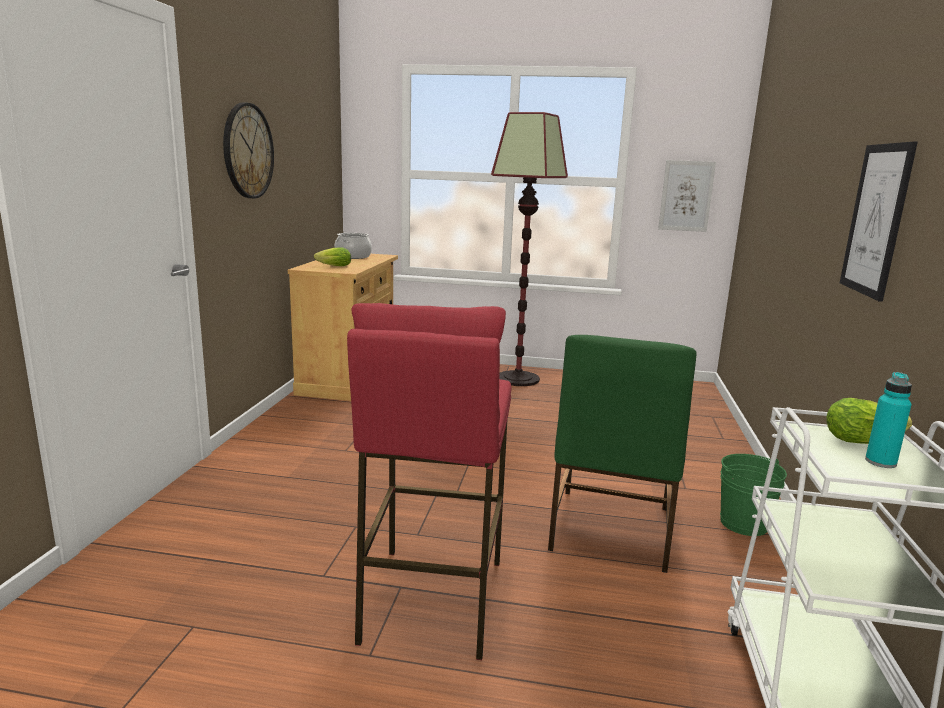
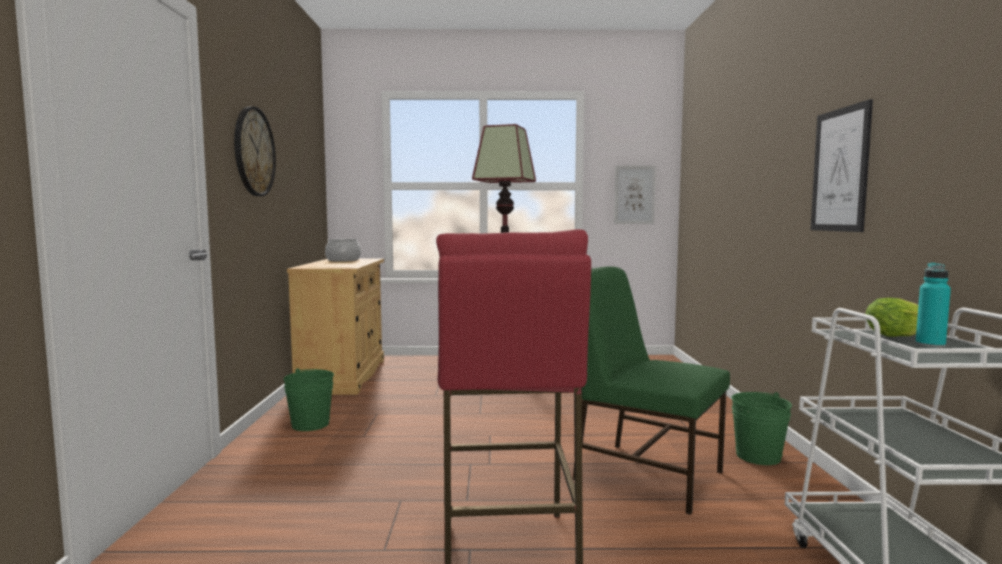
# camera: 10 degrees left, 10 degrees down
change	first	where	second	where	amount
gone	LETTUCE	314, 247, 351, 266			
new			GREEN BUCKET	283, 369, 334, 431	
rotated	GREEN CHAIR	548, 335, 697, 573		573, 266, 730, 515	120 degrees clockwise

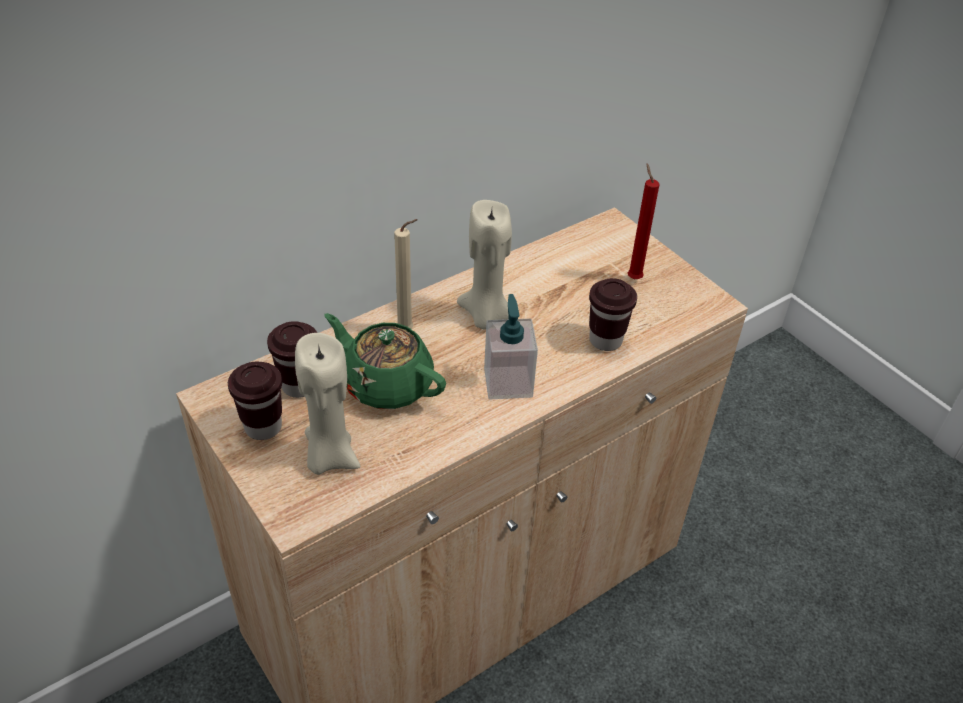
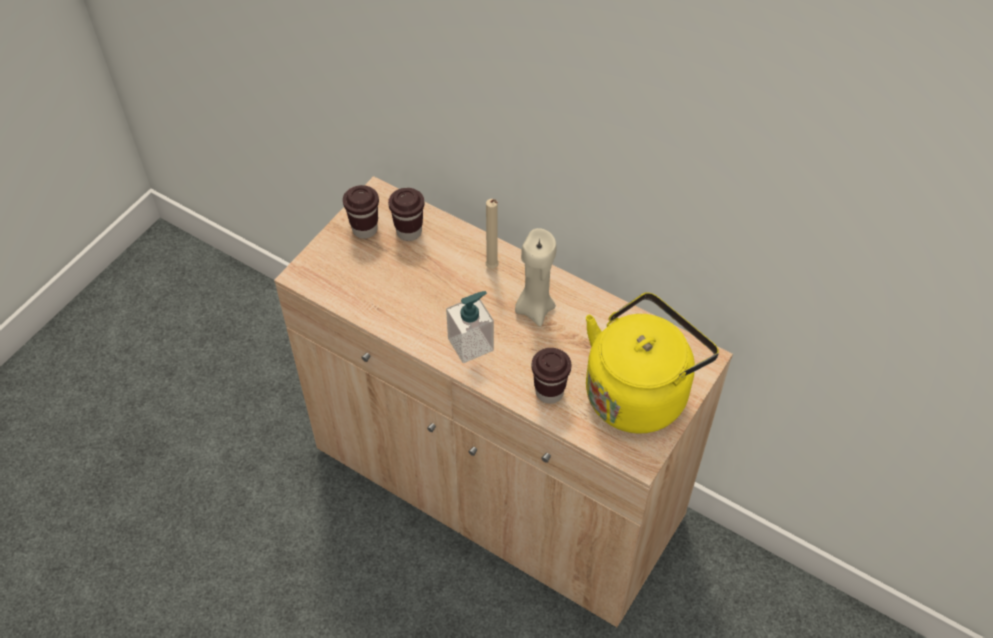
# camera: 70 degrees right, 10 degrees up
change	first	where	second	where	amount
gone	BEIGE CANDLE	295, 333, 360, 475			
gone	GREEN TEAPOT	325, 313, 446, 409			
swapped	RED CANDLE	628, 164, 660, 279	YELLOW KETTLE	586, 292, 719, 434	

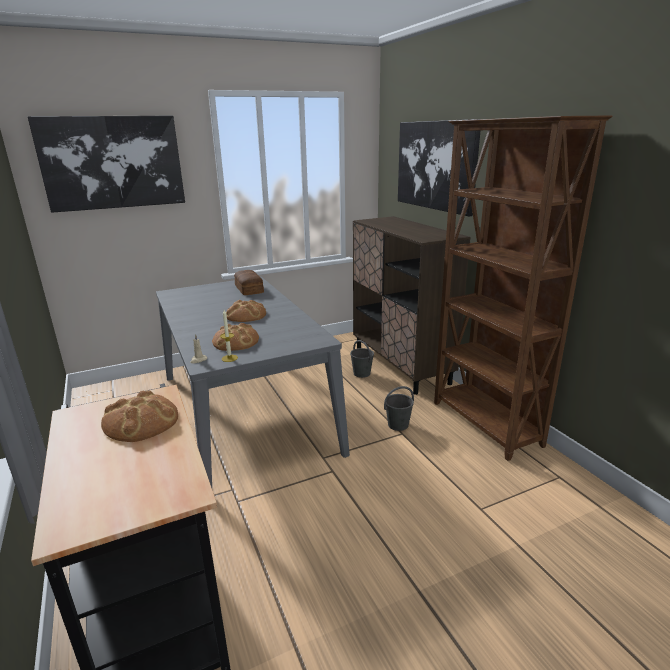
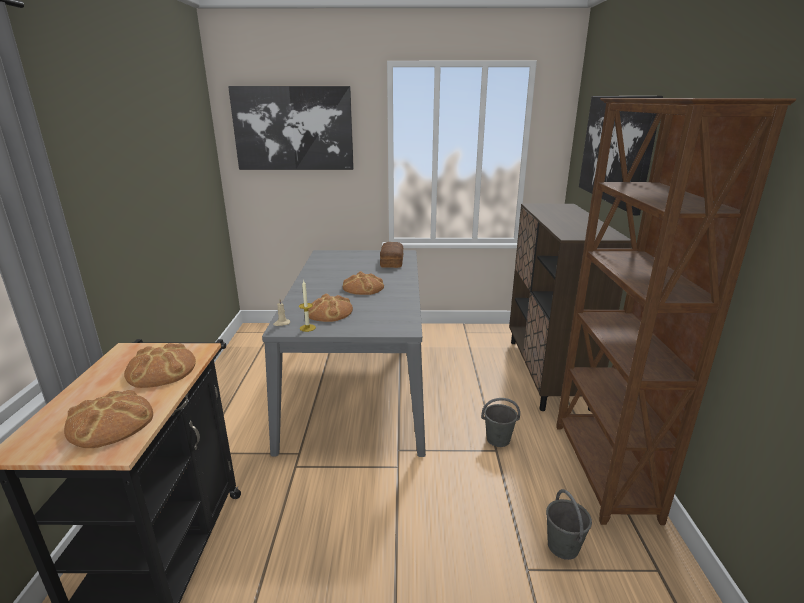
# camera: 25 degrees right, 0 degrees up
change	first	where	second	where	amount
new			BREAD	64, 390, 153, 448	
shifted	GREY BUCKET	350, 340, 374, 378		546, 489, 592, 560	

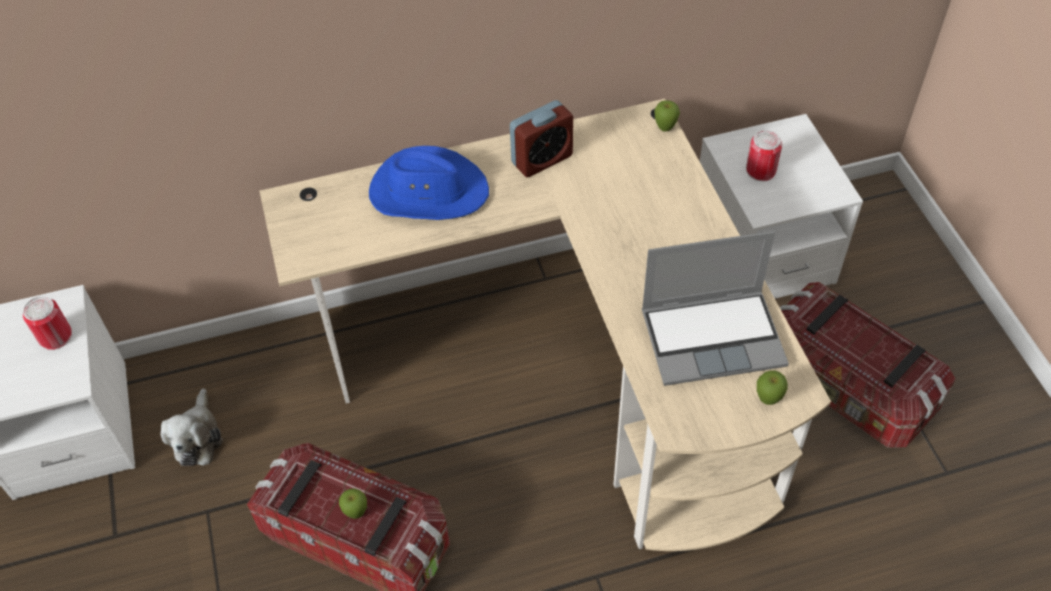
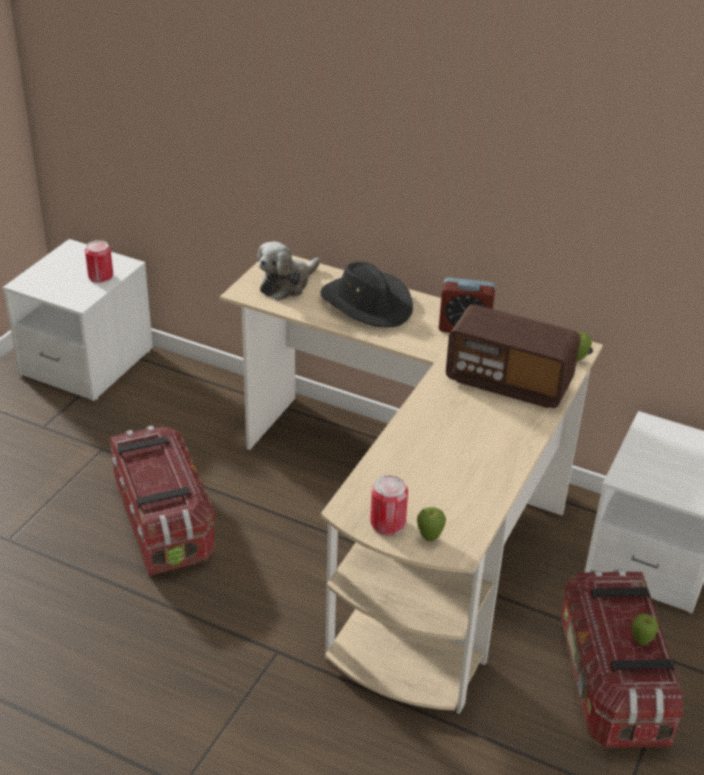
# camera: 40 degrees right, 15 degrees down
change	first	where	second	where	amount
gone	LAPTOP	642, 231, 789, 386			
new			RADIO	446, 304, 581, 408	
shifted	PLUSH TOY	161, 388, 223, 466		257, 242, 320, 301	
shifted	APPLE	339, 488, 367, 519		632, 614, 659, 645	
shifted	CAN	746, 130, 782, 181		370, 475, 408, 535	
repainted	BLUE HAT	369, 146, 489, 220	BLACK HAT	320, 262, 413, 328	

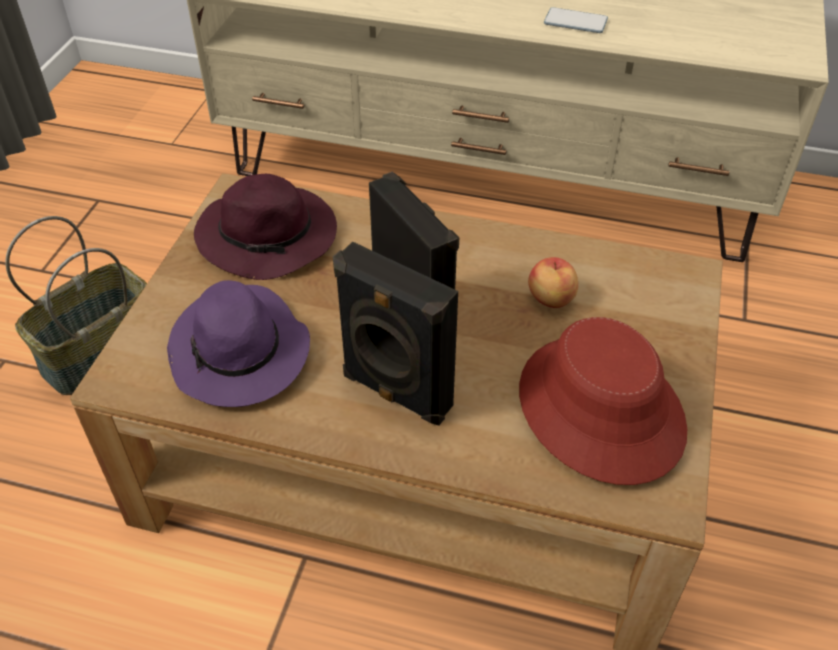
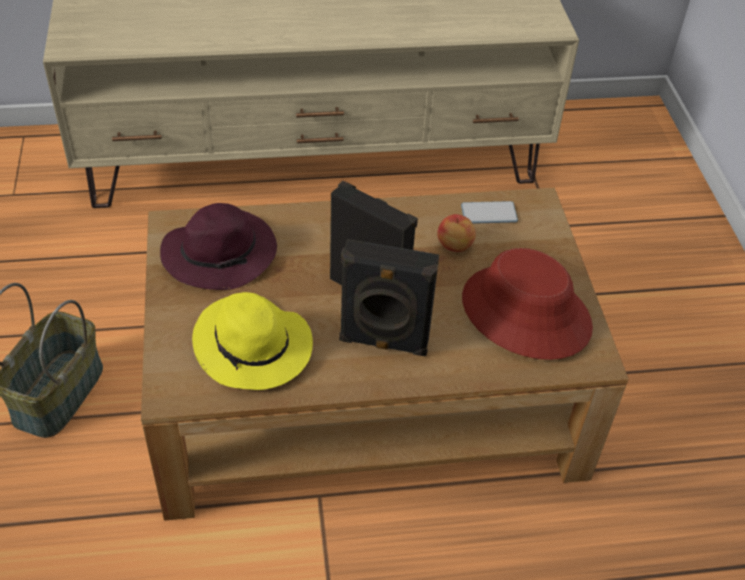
# camera: 25 degrees left, 0 degrees up
change	first	where	second	where	amount
shifted	PHONE	544, 7, 608, 33		461, 201, 518, 224	
repainted	PURPLE HAT	167, 280, 310, 407	YELLOW HAT	192, 292, 313, 390	

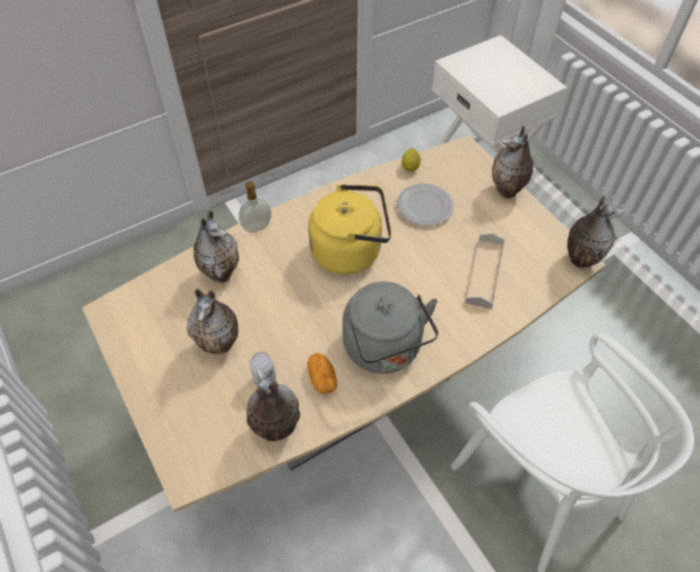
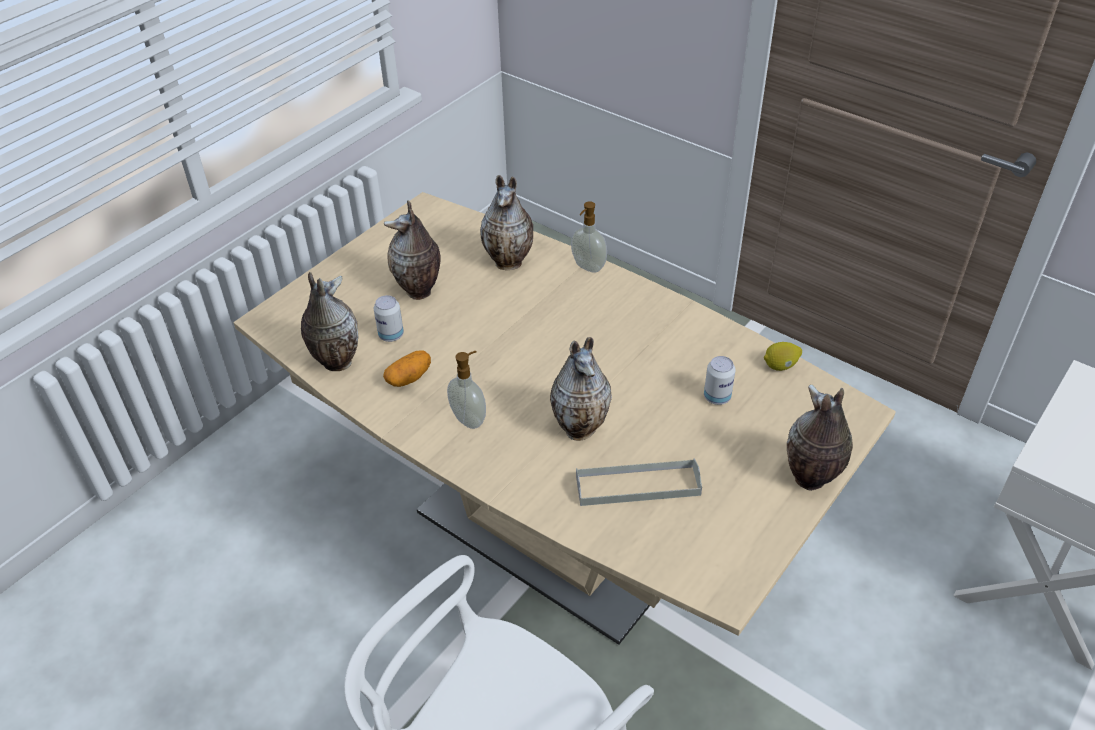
# camera: 70 degrees right, 10 degrees down
change	first	where	second	where	amount
gone	YELLOW KETTLE	308, 184, 391, 275			
shifted	VASE	567, 195, 625, 269		550, 337, 612, 441	
swapped	GREY KETTLE	342, 282, 439, 374	SOAP DISPENSER	447, 351, 486, 429	
swapped	PLATE	397, 184, 454, 226	CAN	704, 356, 736, 405	

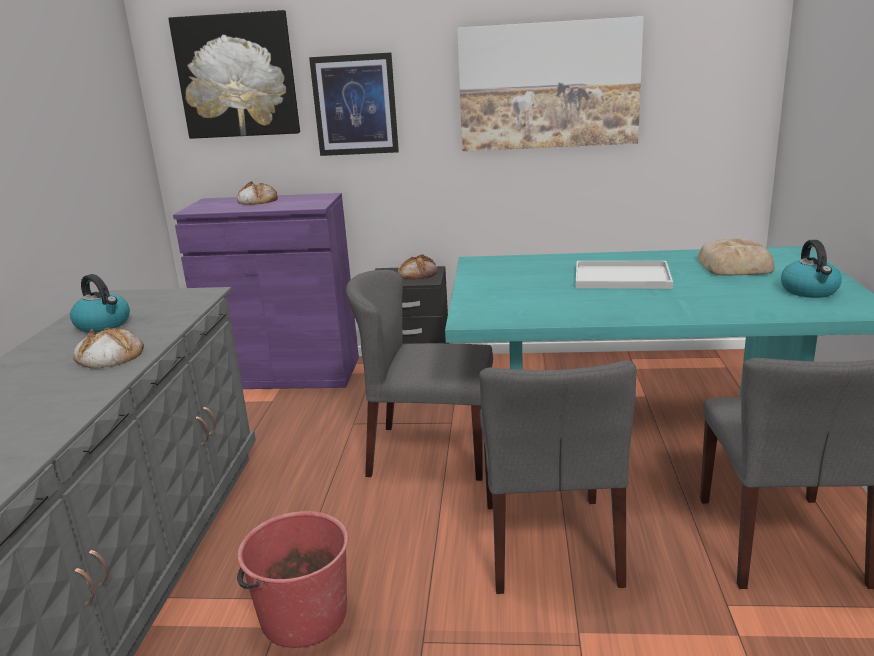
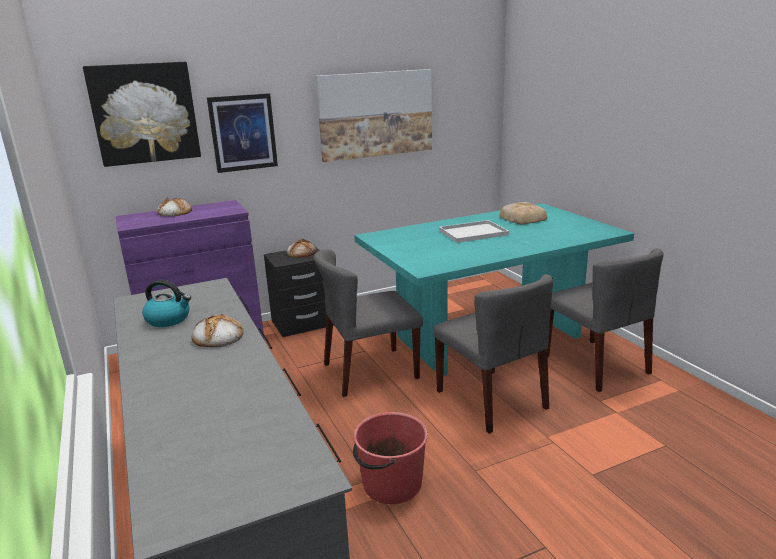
# camera: 30 degrees left, 0 degrees up
change	first	where	second	where	amount
gone	KETTLE	781, 240, 842, 298			

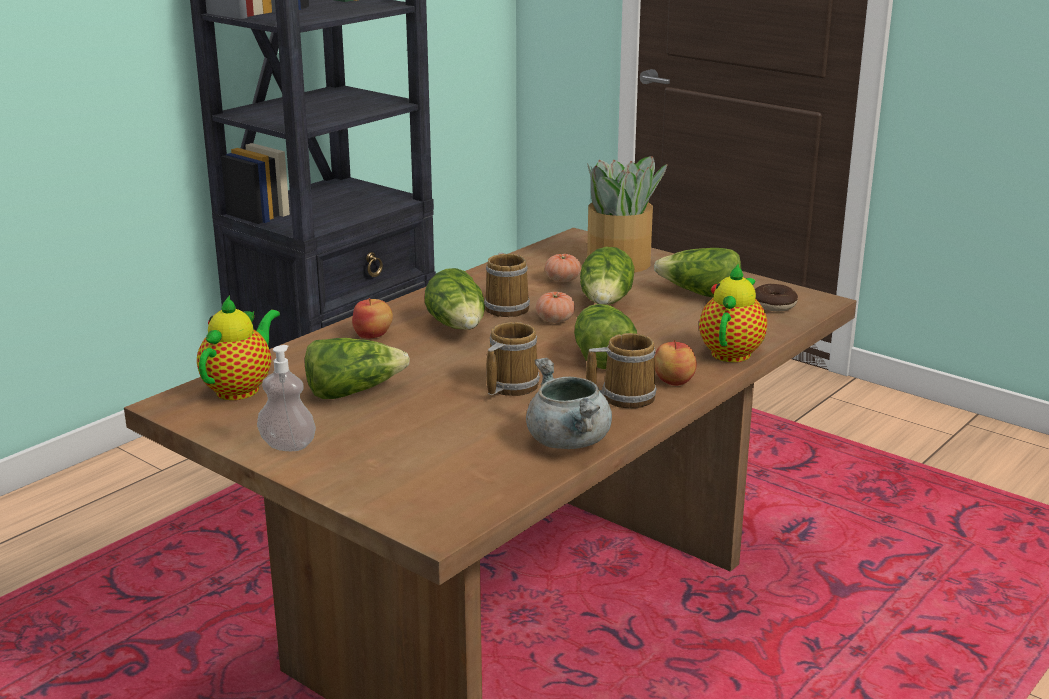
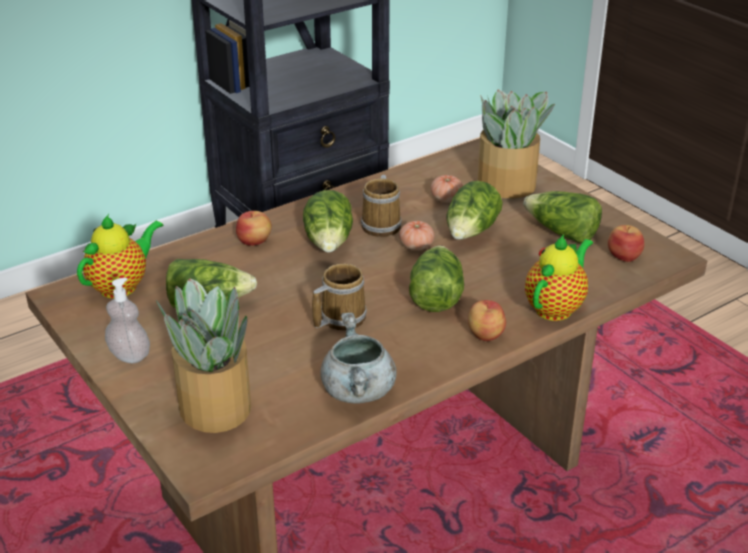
# camera: 15 degrees right, 10 degrees up
change	first	where	second	where	amount
gone	MUG	586, 333, 657, 408			
new			POTTED PLANT	156, 279, 251, 433	
swapped	DONUT	755, 284, 798, 311	APPLE	608, 225, 644, 262	

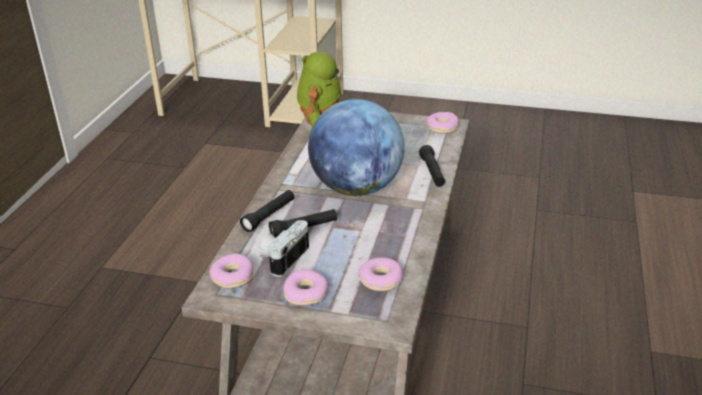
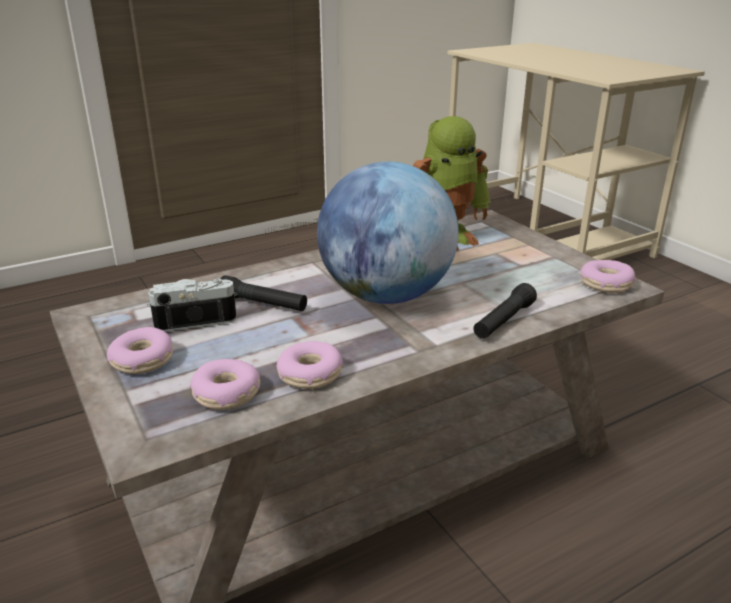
# camera: 45 degrees right, 5 degrees down
change	first	where	second	where	amount
gone	BLACK FLASHLIGHT	240, 190, 295, 232			
shifted	DONUT	209, 254, 254, 288		277, 341, 343, 389	

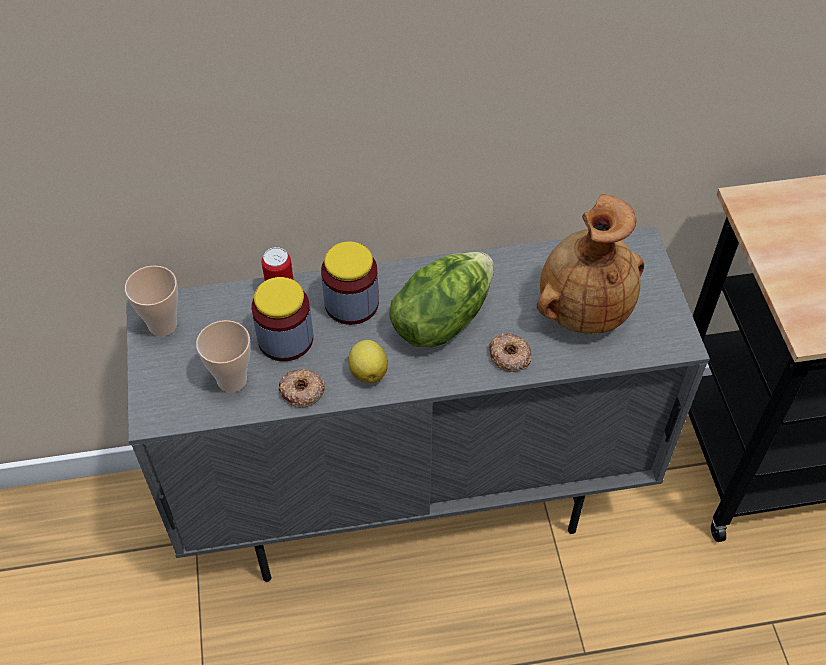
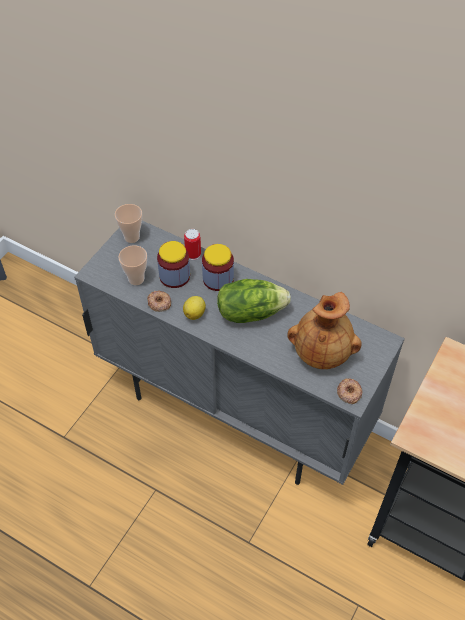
# camera: 40 degrees right, 0 degrees up
change	first	where	second	where	amount
shifted	DONUT	489, 333, 531, 372		337, 378, 363, 404	

